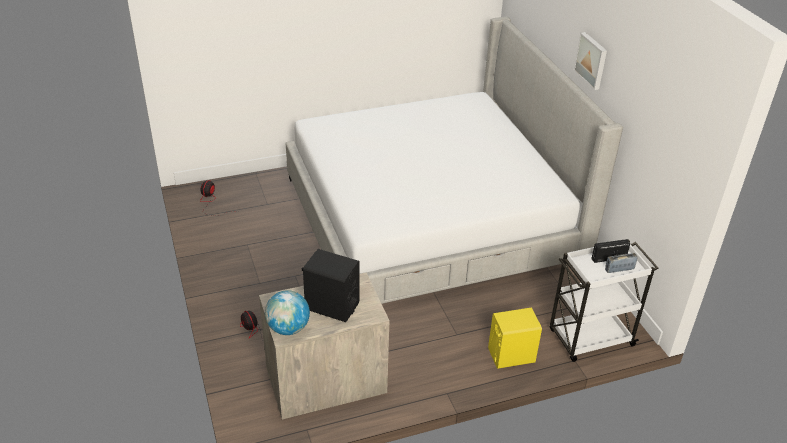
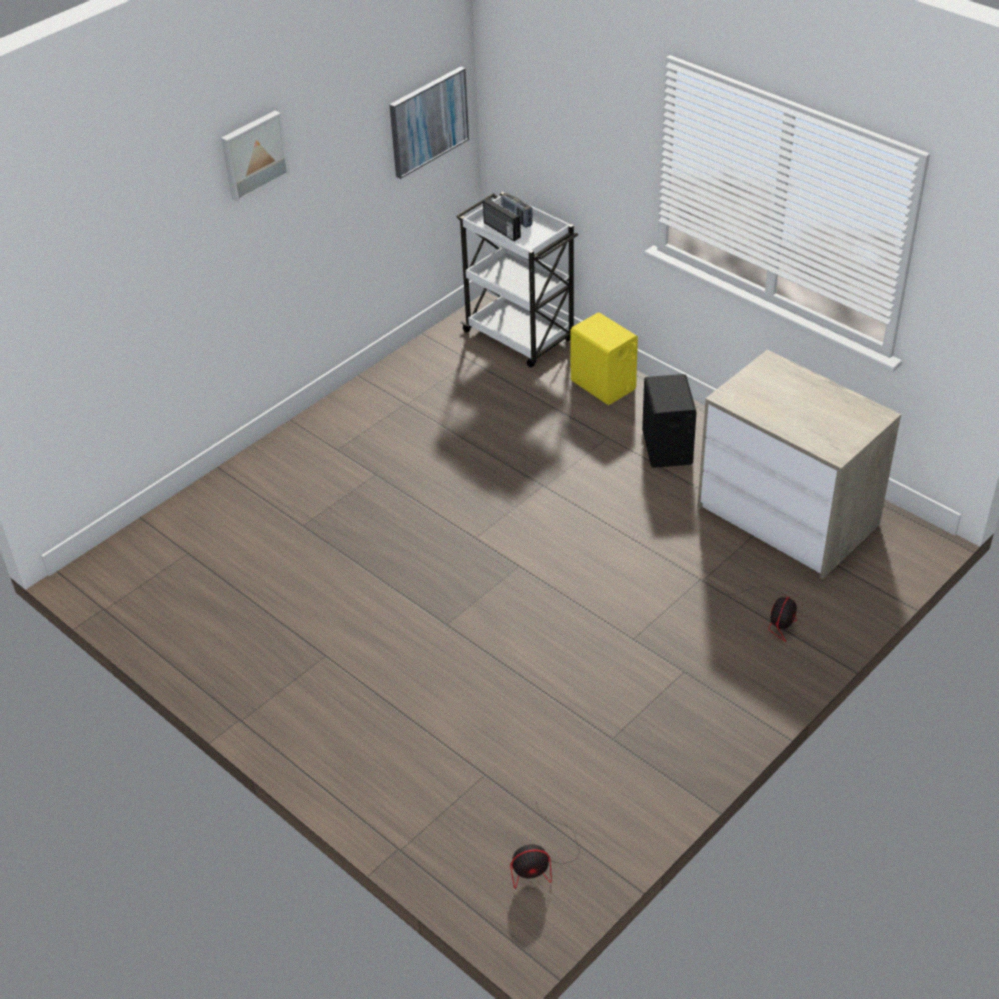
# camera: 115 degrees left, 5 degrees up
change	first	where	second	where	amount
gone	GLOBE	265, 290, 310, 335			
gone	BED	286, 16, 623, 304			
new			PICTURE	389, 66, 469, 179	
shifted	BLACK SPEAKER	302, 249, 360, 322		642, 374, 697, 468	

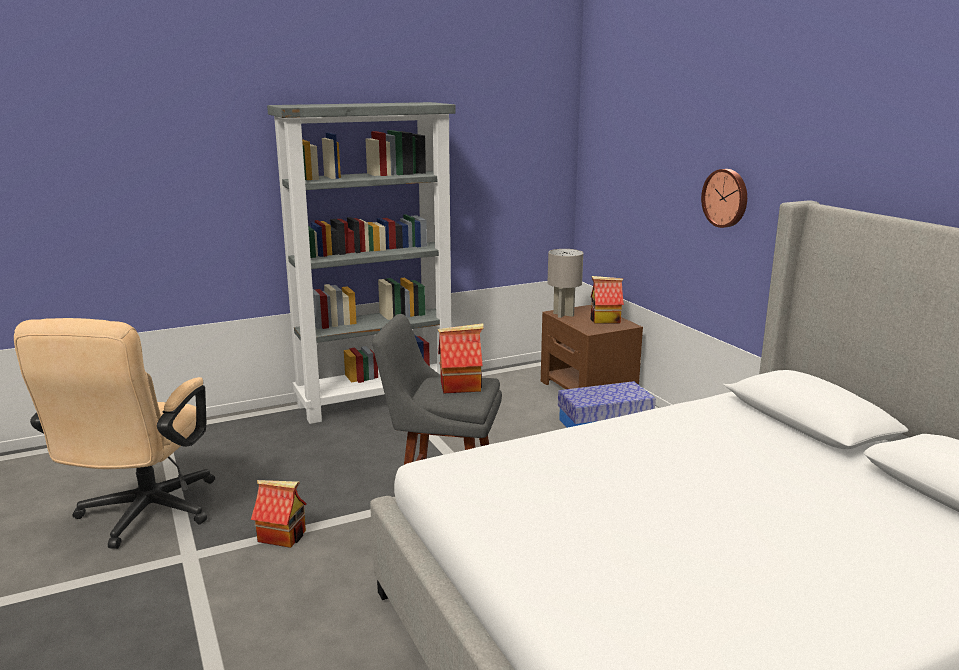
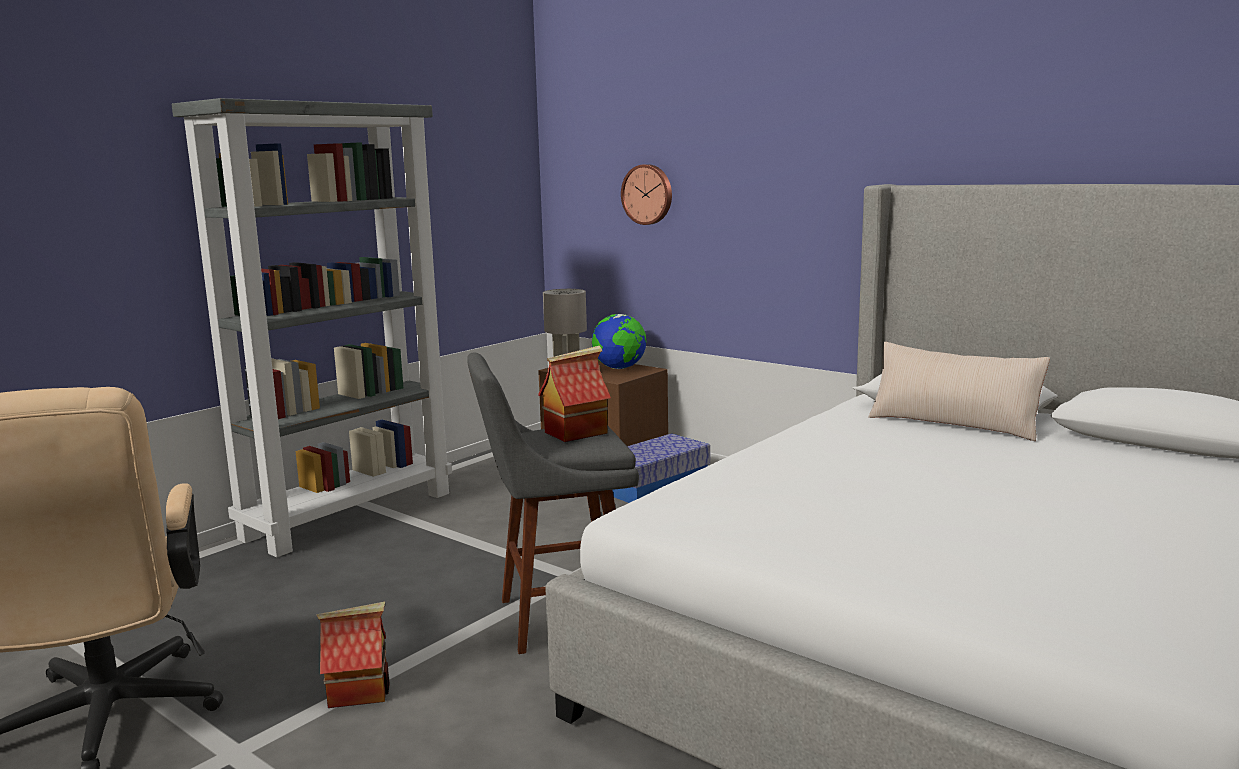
# camera: 25 degrees left, 5 degrees down
change	first	where	second	where	amount
new			BEIGE PILLOW	868, 342, 1050, 441	
shifted	WALL CLOCK	701, 169, 747, 228		621, 164, 672, 225	
swapped	TOY HOUSE	591, 276, 624, 324	GLOBE	592, 314, 646, 369	

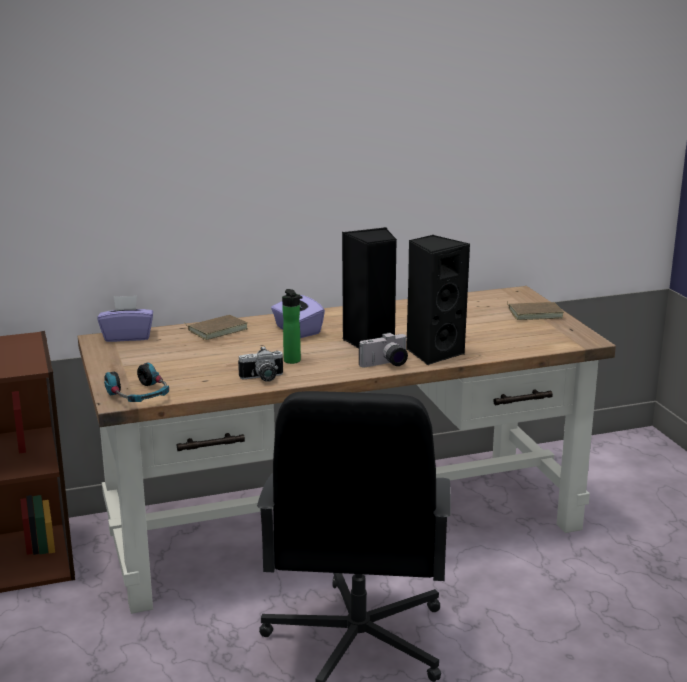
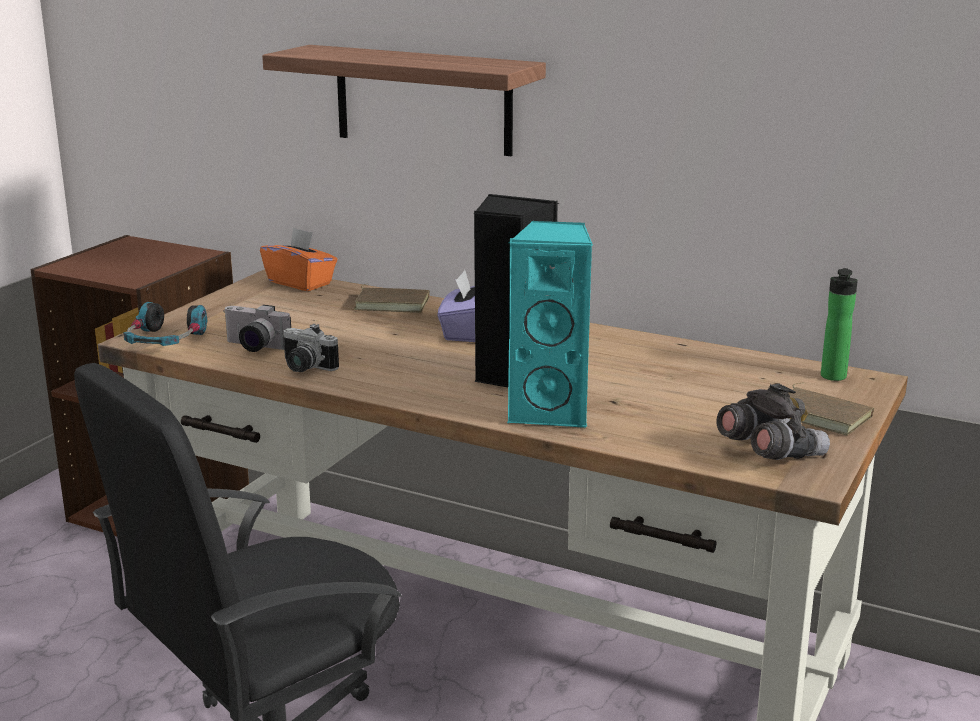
# camera: 45 degrees right, 0 degrees up
change	first	where	second	where	amount
new			SHELF	262, 45, 546, 156	
new			GREY BINOCULARS	716, 384, 830, 460	
shifted	BOTTLE	282, 289, 302, 364		821, 268, 858, 381	
shifted	PHOTO CAMERA	359, 332, 408, 367		223, 305, 291, 352	
repainted	PURPLE TISSUE BOX	97, 295, 153, 342	ORANGE TISSUE BOX	260, 227, 338, 291	
repainted	BLACK SPEAKER	406, 235, 470, 366	TURQUOISE SPEAKER	507, 221, 593, 429	

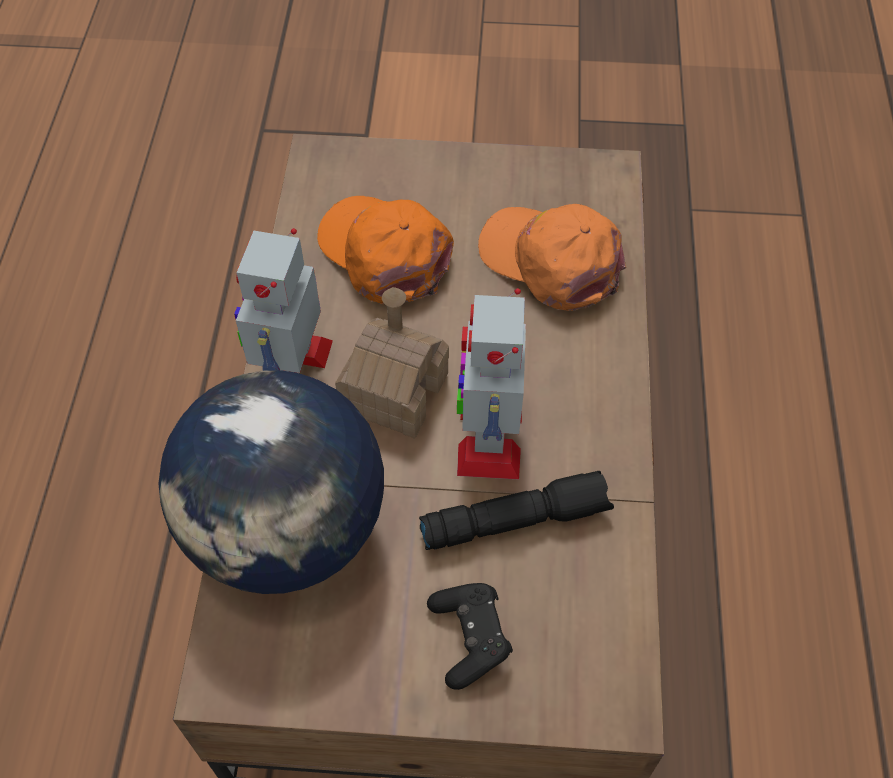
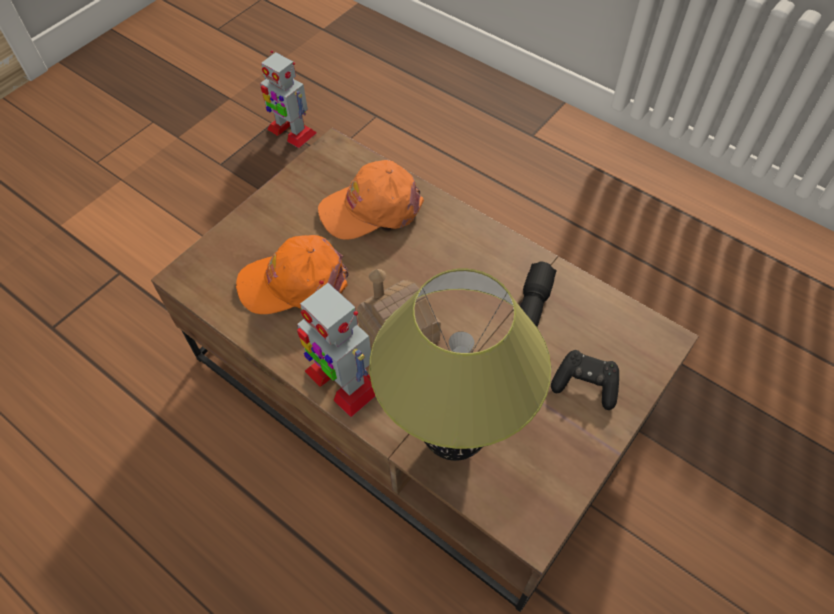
# camera: 55 degrees left, 0 degrees up
change	first	where	second	where	amount
shifted	TOY ROBOT	457, 288, 526, 479		260, 51, 316, 148	
swapped	GLOBE	158, 370, 384, 594	TABLE LAMP	369, 268, 551, 461	

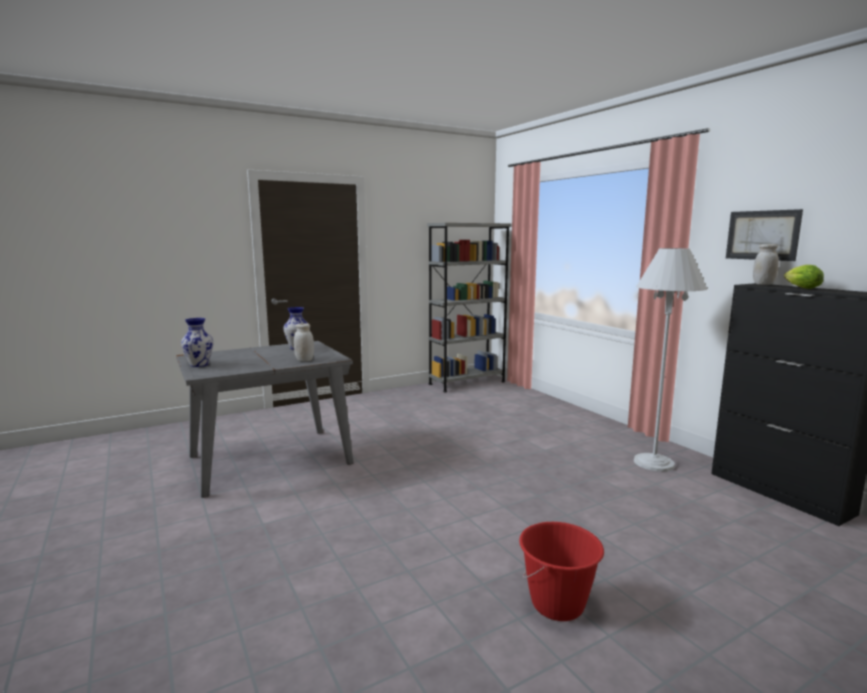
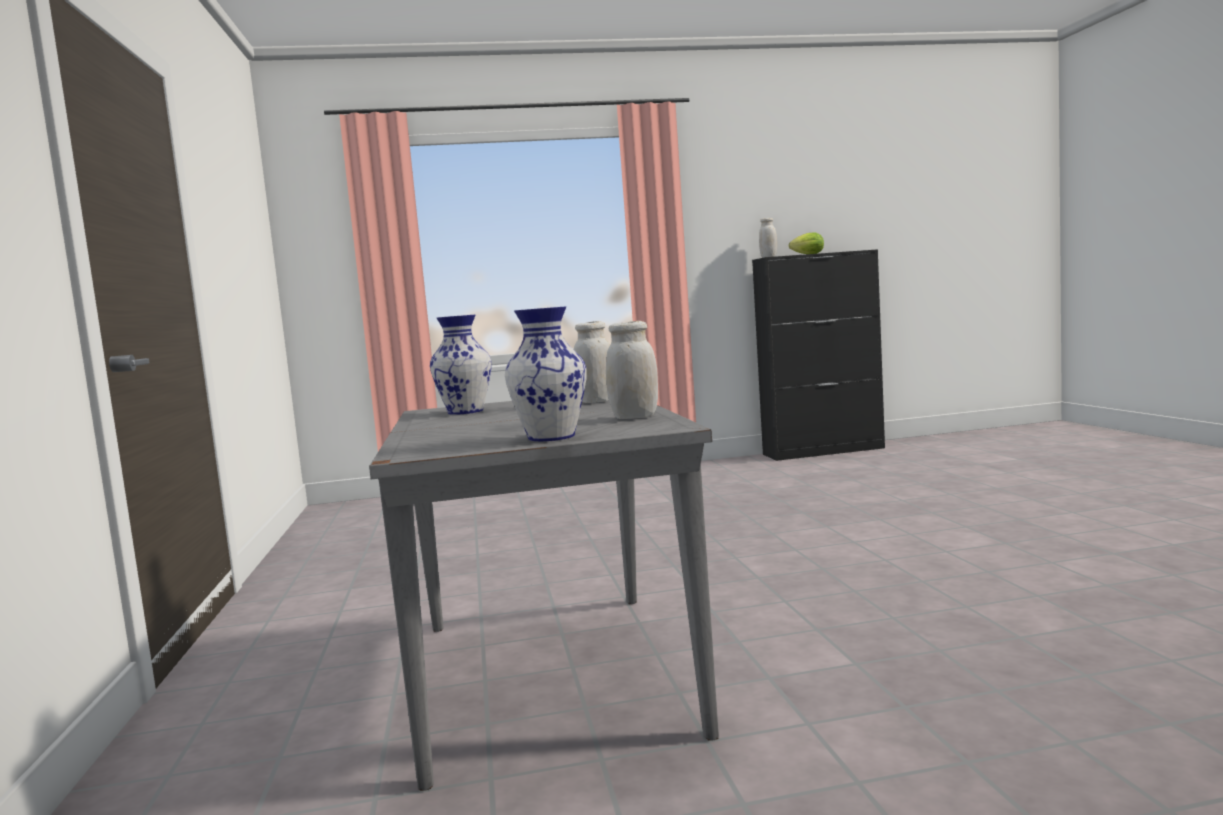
# camera: 70 degrees left, 5 degrees down
change	first	where	second	where	amount
gone	GREY BOOKCASE	427, 223, 511, 392			
gone	RED BUCKET	519, 522, 604, 621			
gone	WHITE FLOOR LAMP	634, 248, 707, 472			
gone	PICTURE	726, 209, 803, 261			
new			WHITE JAR	606, 321, 658, 419	

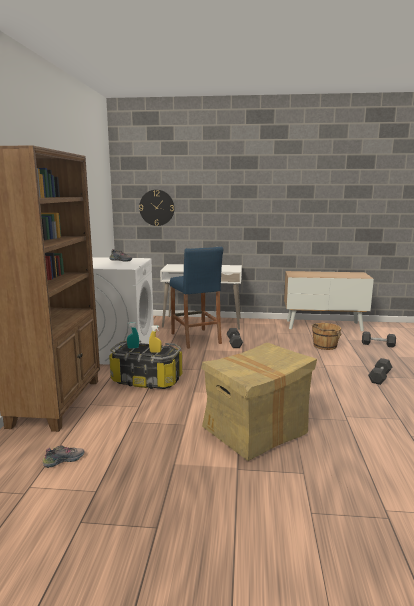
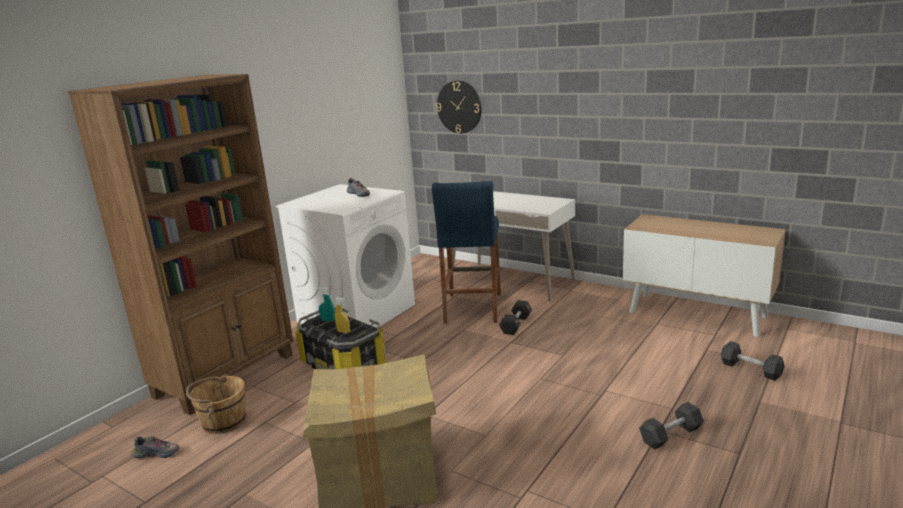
# camera: 30 degrees right, 5 degrees up
change	first	where	second	where	amount
shifted	BROWN BUCKET	312, 323, 341, 350		186, 374, 246, 434	

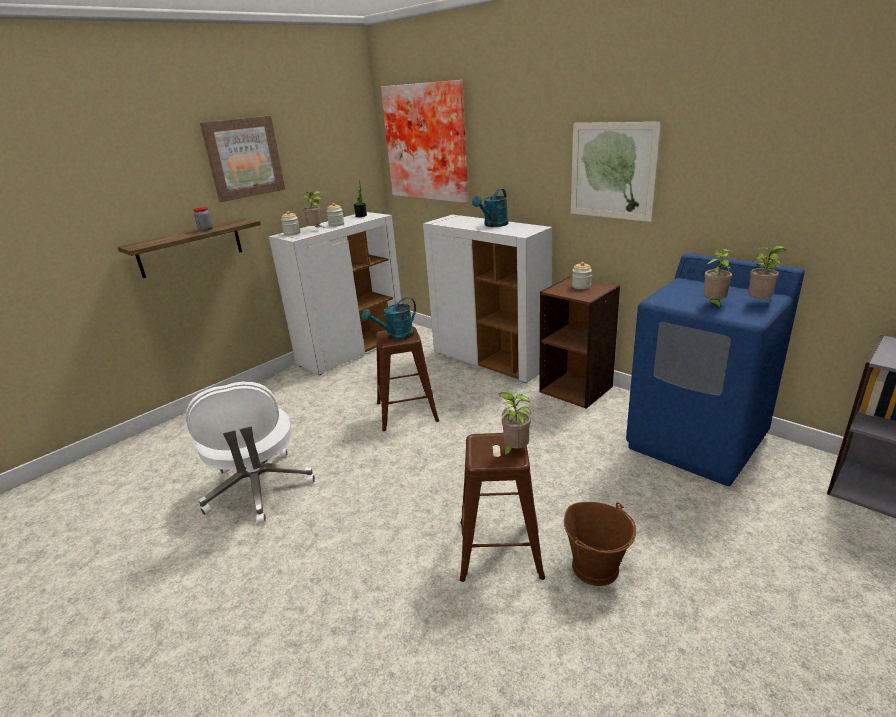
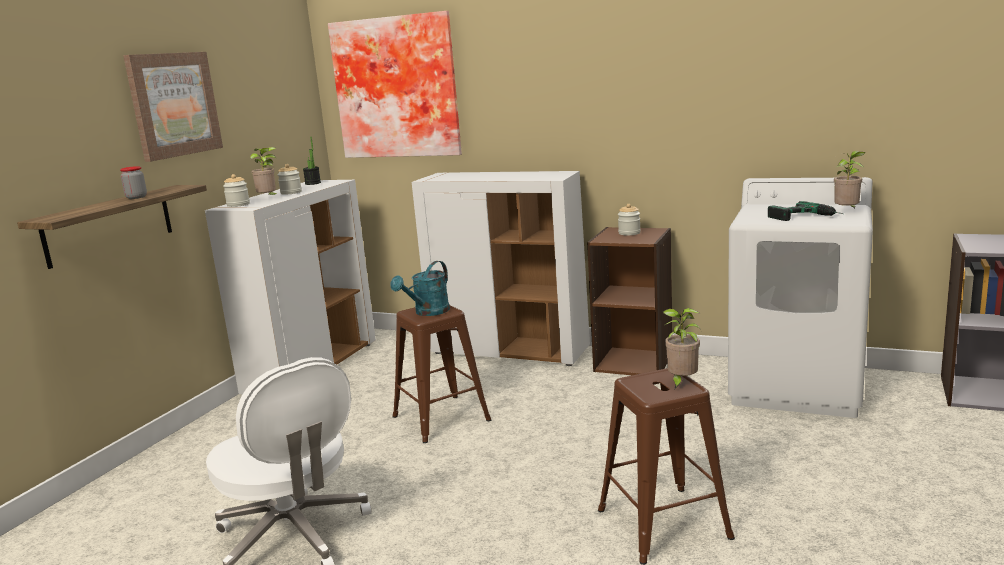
# camera: 20 degrees left, 10 degrees down
change	first	where	second	where	amount
gone	TURQUOISE WATERING CAN	472, 189, 508, 227			
gone	BROWN BUCKET	564, 502, 636, 586			
gone	PICTURE	571, 122, 661, 222			
swapped	POTTED PLANT	703, 249, 732, 310	POWER DRILL	768, 201, 844, 221	
repainted	BLUE WASHING MACHINE	626, 253, 805, 486	WHITE WASHING MACHINE	728, 177, 873, 418	

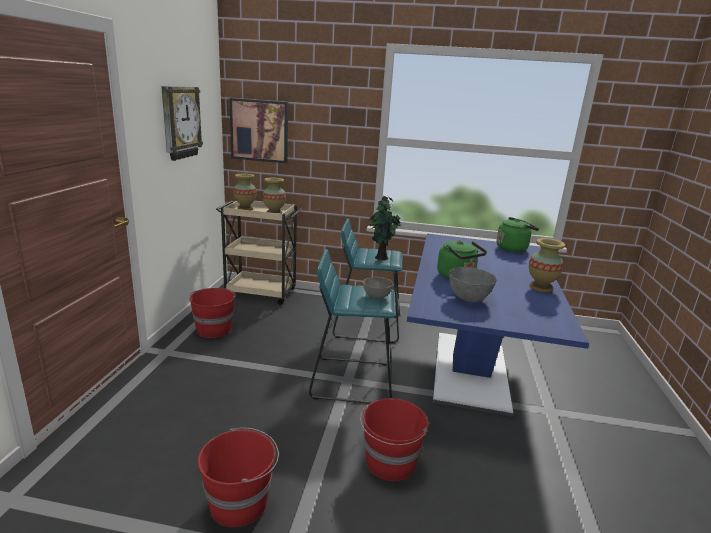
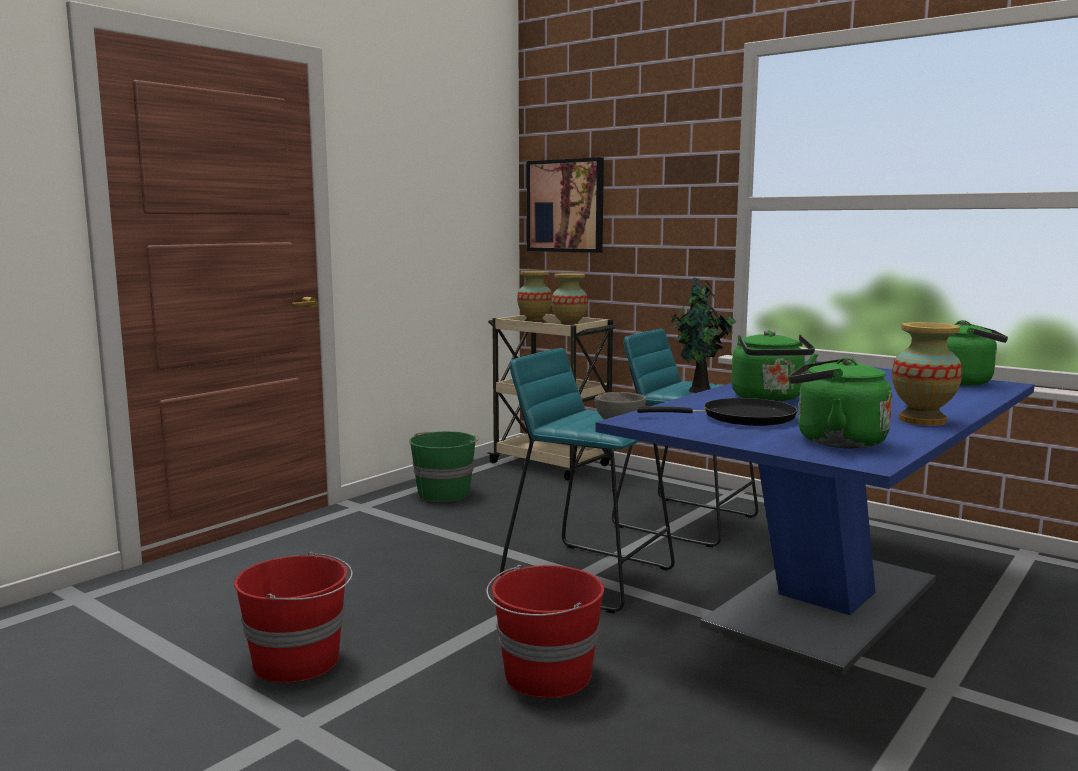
# camera: 30 degrees right, 10 degrees down
change	first	where	second	where	amount
gone	WALL CLOCK	161, 86, 203, 161			
new			GREEN KETTLE	789, 357, 892, 448	
swapped	GREY BOWL	449, 267, 497, 302	BLACK FRYING PAN	637, 398, 798, 426	
repainted	RED BUCKET	189, 288, 236, 338	GREEN BUCKET	409, 431, 479, 502	

